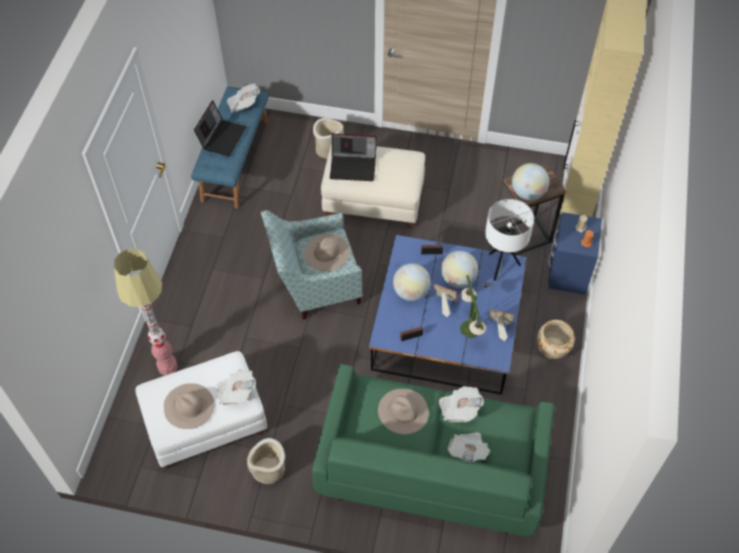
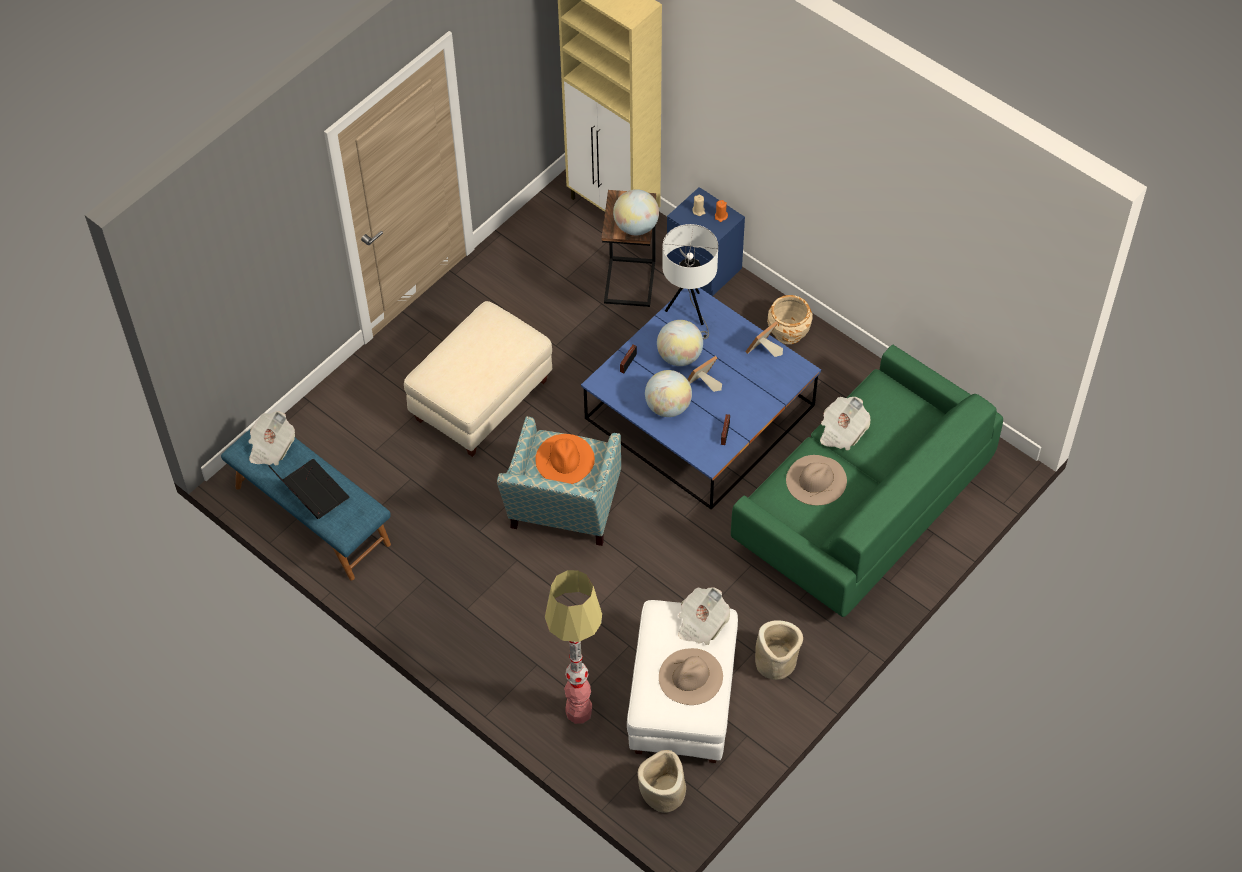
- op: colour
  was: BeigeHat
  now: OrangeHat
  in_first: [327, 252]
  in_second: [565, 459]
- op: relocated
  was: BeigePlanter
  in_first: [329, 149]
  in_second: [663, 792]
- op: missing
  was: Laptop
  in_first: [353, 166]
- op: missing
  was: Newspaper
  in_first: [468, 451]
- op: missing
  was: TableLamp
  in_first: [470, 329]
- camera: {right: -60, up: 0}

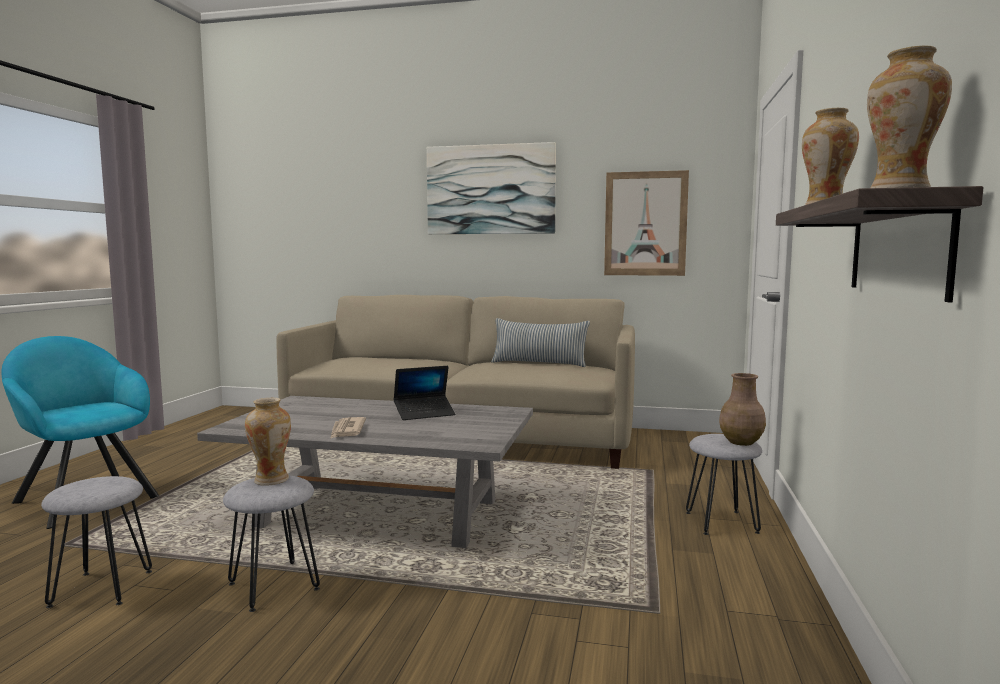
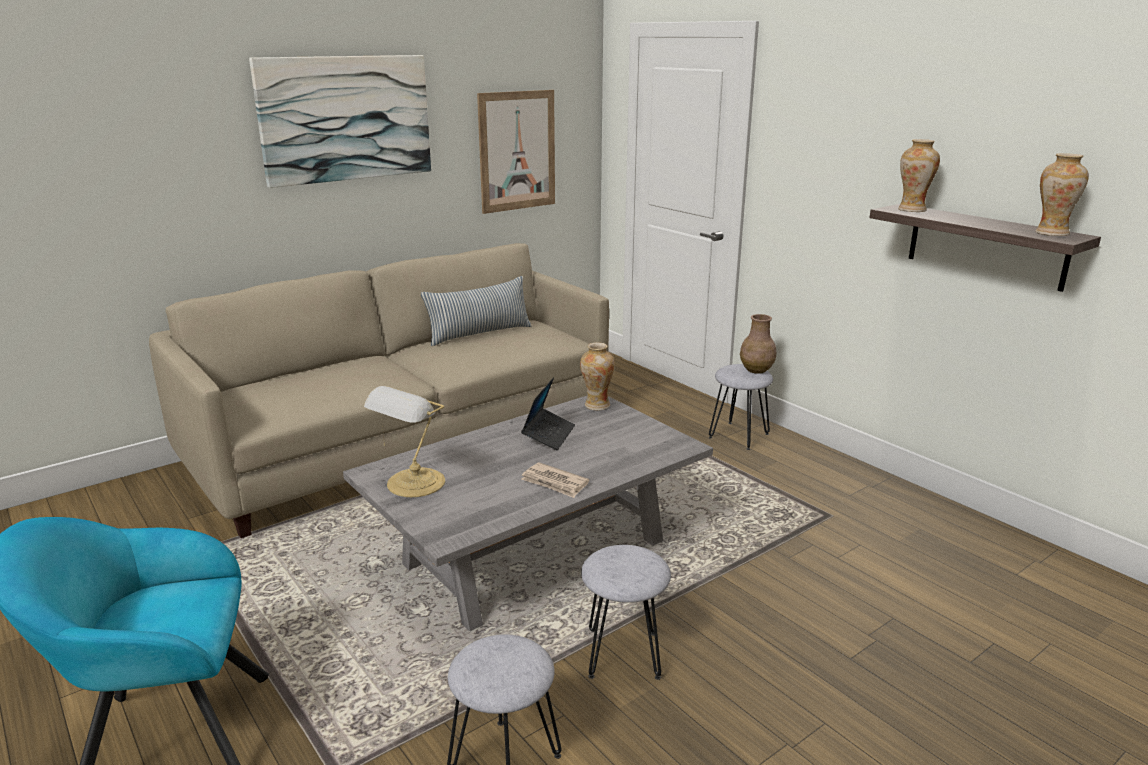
- op: relocated
  was: Vase
  in_first: [271, 480]
  in_second: [597, 405]
- op: appeared
  now: TableLamp
  in_second: [414, 484]
- camera: {right: -50, up: 15}

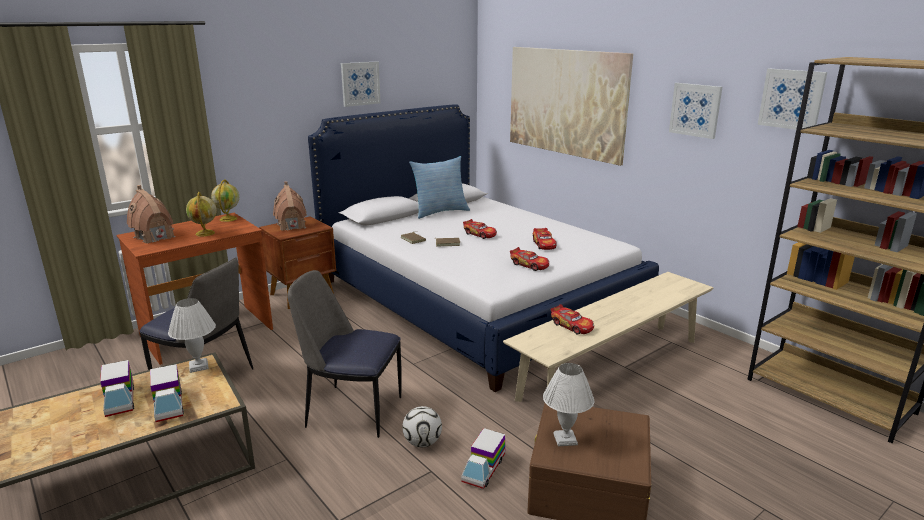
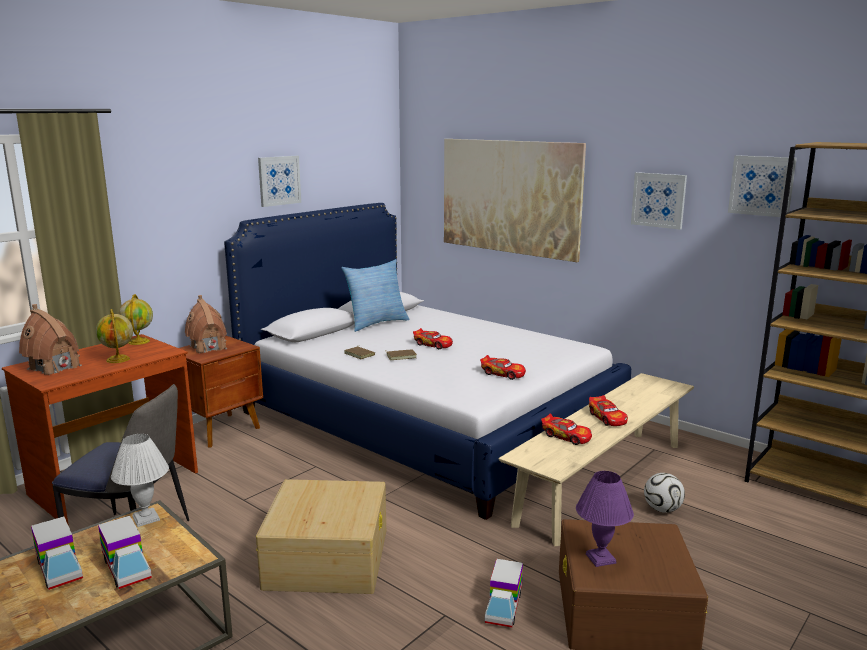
- op: exchanged
  was: Chair
  now: BeigeStorageBox
  in_first: [351, 411]
  in_second: [327, 557]
- op: relocated
  was: Football
  in_first: [422, 443]
  in_second: [662, 509]
- op: relocated
  was: ToyCar
  in_first: [544, 244]
  in_second: [607, 418]
- op: colour
  was: WhiteTableLamp
  now: PurpleTableLamp
  in_first: [566, 439]
  in_second: [601, 558]
- camera: {right: -10, up: -5}

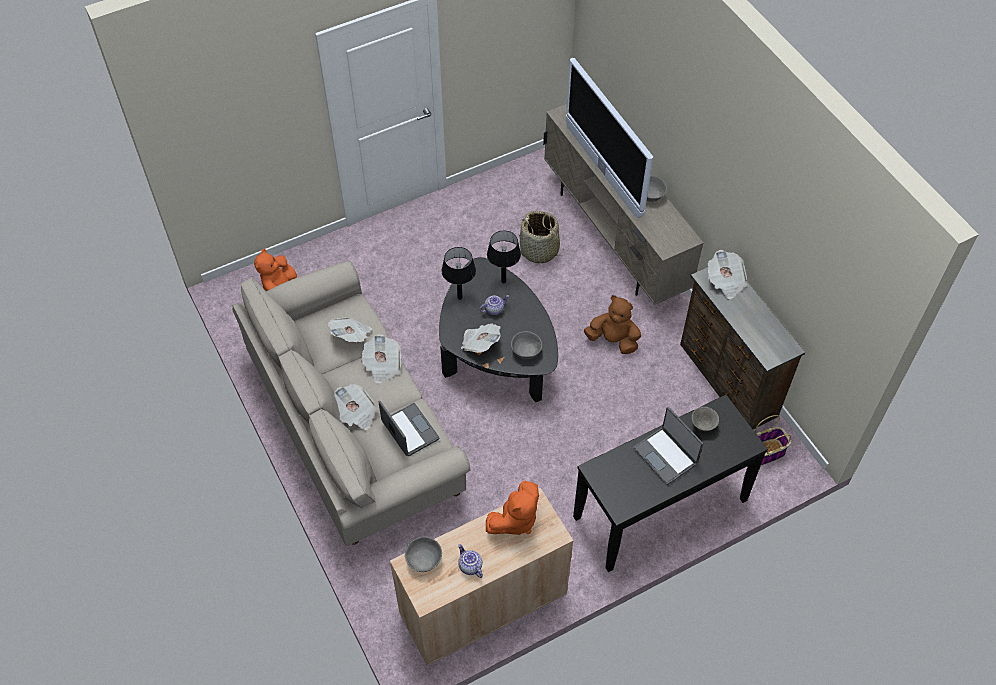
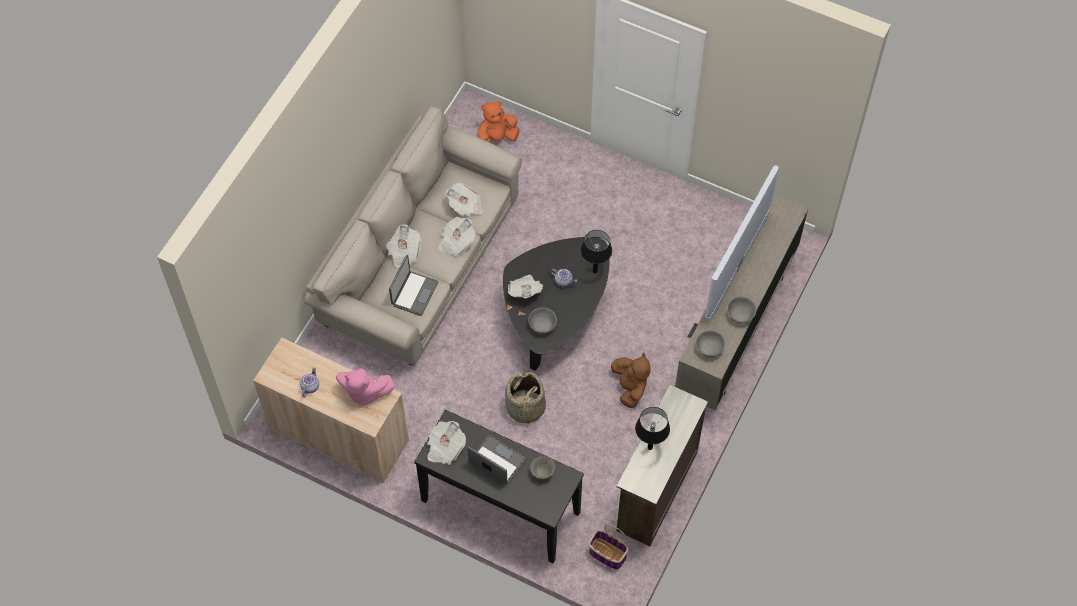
- op: relocated
  was: GreyBowl
  in_first: [424, 560]
  in_second: [709, 348]
- op: relocated
  was: BlackTableLamp
  in_first: [459, 298]
  in_second: [649, 447]
- op: colour
  was: OrangePlushToy
  now: PinkPlushToy
  in_first: [515, 520]
  in_second: [364, 392]
- op: relocated
  was: Basket
  in_first: [539, 250]
  in_second: [525, 408]
- op: spun
  was: Laptop
  in_first: [666, 455]
  in_second: [496, 461]
  clockwise: 105
- op: relocated
  was: Newspaper
  in_first: [725, 281]
  in_second: [445, 448]
- camera: {right: 55, up: 5}

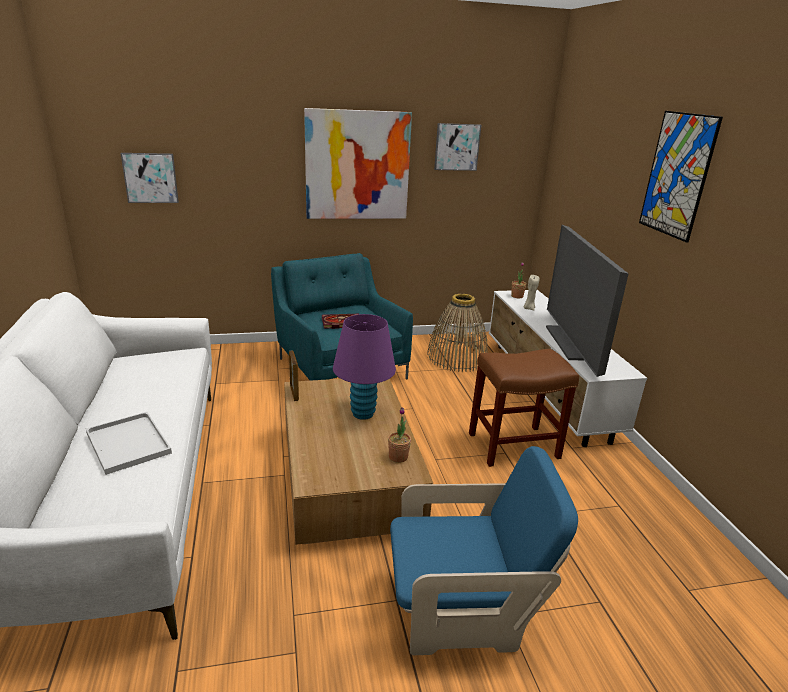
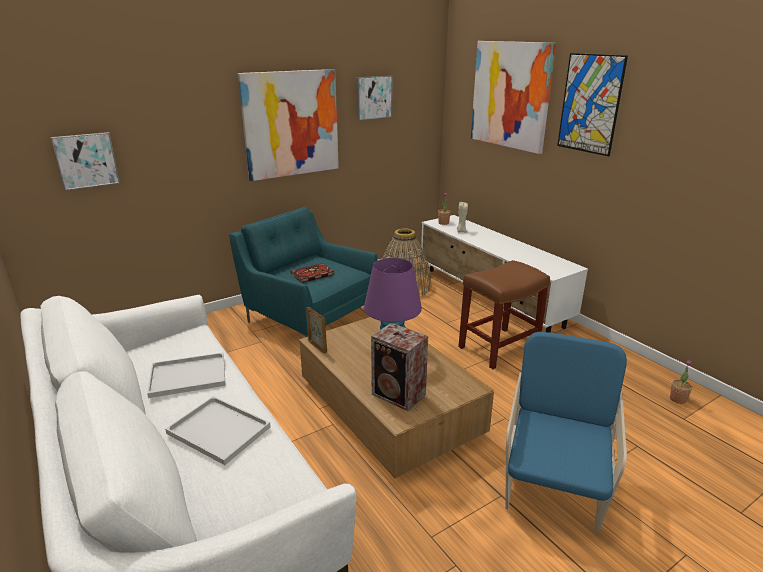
- op: relocated
  was: PottedPlant
  in_first: [398, 457]
  in_second: [678, 399]
- op: spun
  was: BlueArmchair
  in_first: [463, 608]
  in_second: [553, 484]
  clockwise: -45
- op: missing
  was: Television
  in_first: [575, 343]
- op: appeared
  now: WhiteTray
  in_second: [190, 375]
- op: appeared
  now: Speaker
  in_second: [399, 395]
- op: appeared
  now: Picture
  in_second: [510, 95]
- camera: {right: -20, up: 0}

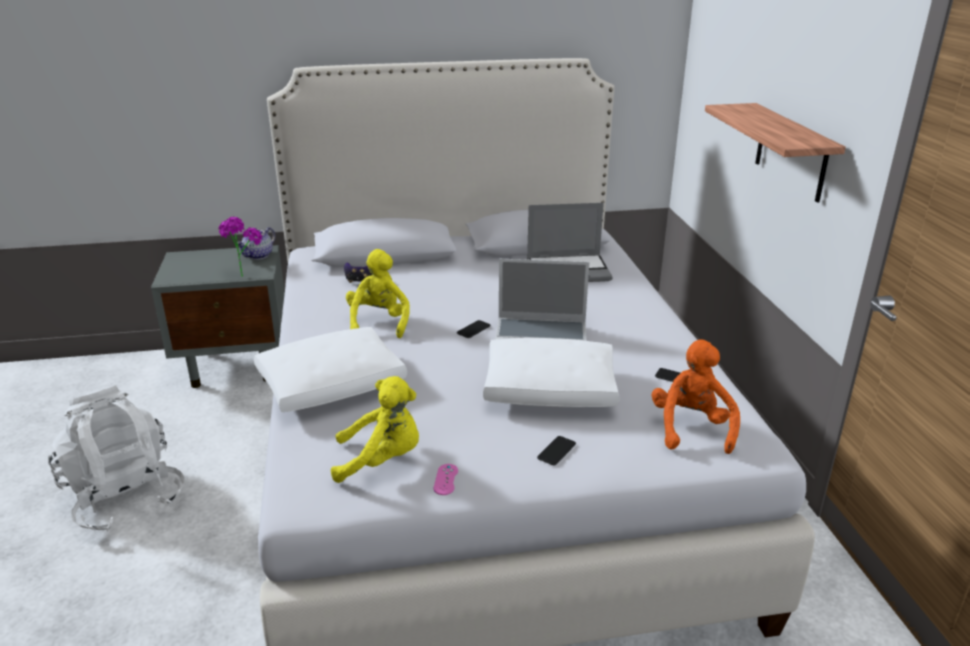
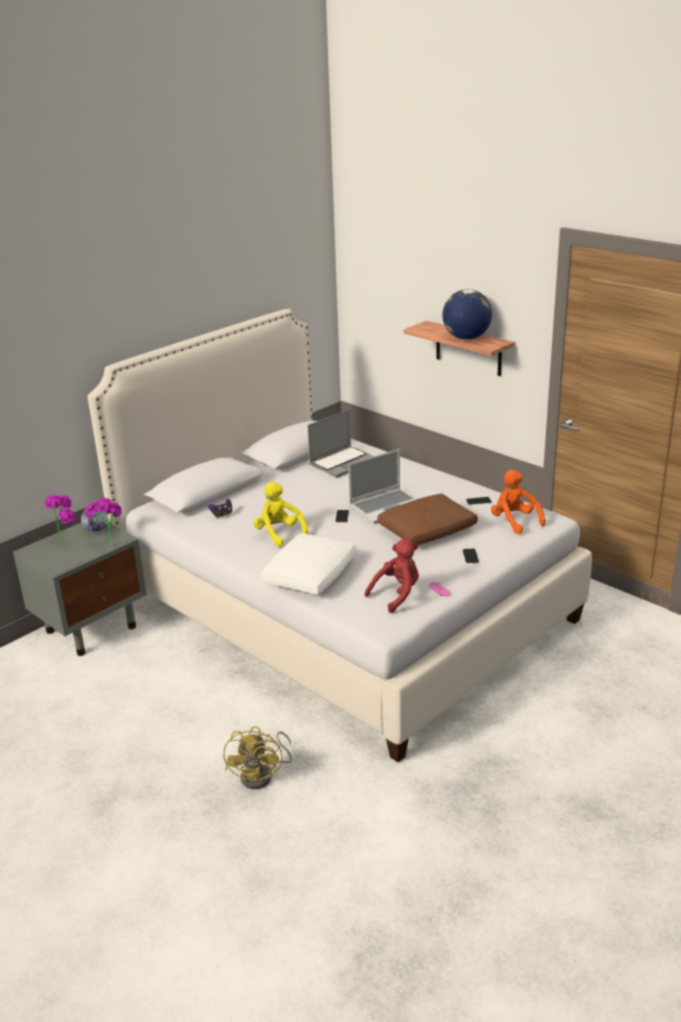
- op: missing
  was: WhiteBackpack
  in_first: [125, 497]
- op: colour
  was: YellowPlushToy
  now: RedPlushToy
  in_first: [382, 460]
  in_second: [397, 595]
- op: colour
  was: WhitePillow
  now: BrownPillow
  in_first: [551, 390]
  in_second: [427, 530]
- op: appeared
  now: PottedPlant
  in_second: [67, 540]
- op: appeared
  now: YellowFan
  in_second: [262, 775]
- op: appeared
  now: Globe
  in_second: [466, 338]
- camera: {right: -35, up: 0}

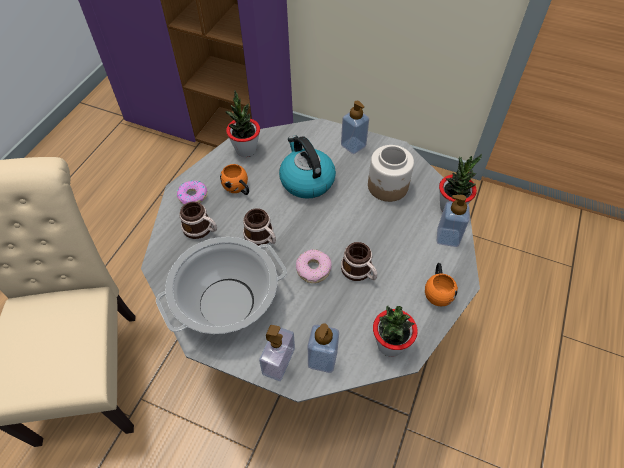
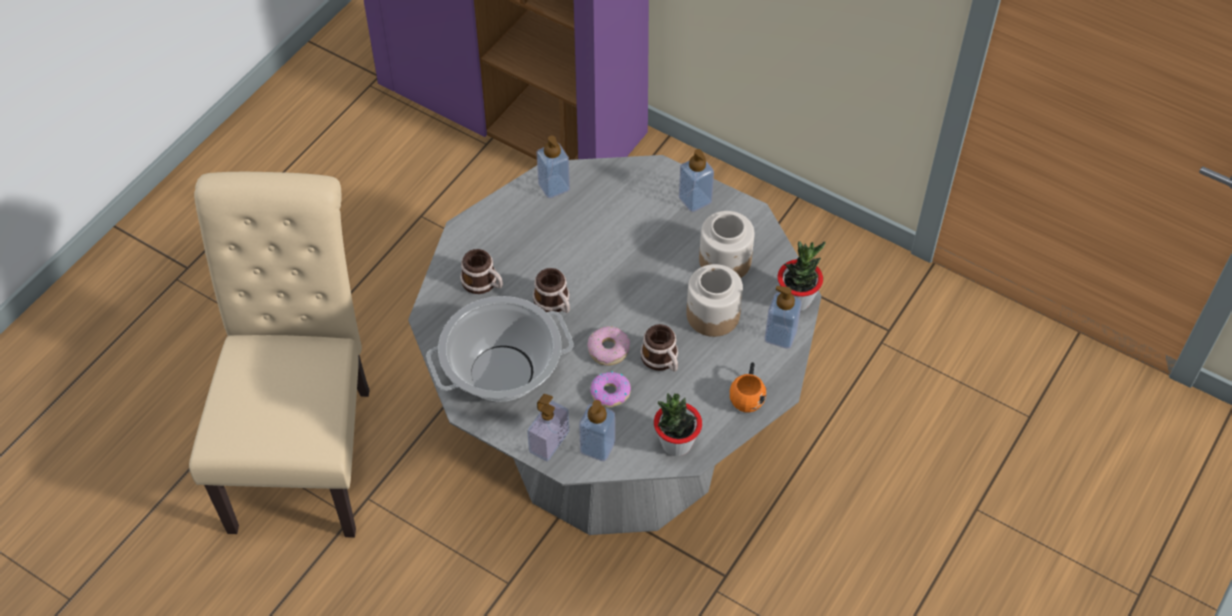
- op: relocated
  was: Donut
  in_first: [193, 196]
  in_second: [610, 393]
- op: missing
  was: OrangeMug
  in_first: [238, 189]
- op: exchanged
  was: PottedPlant
  now: SoapDispenser
  in_first: [246, 149]
  in_second: [554, 186]
- op: missing
  was: Kettle
  in_first: [306, 180]
- op: appeared
  now: Jar
  in_second: [712, 314]
- camera: {right: 10, up: 0}

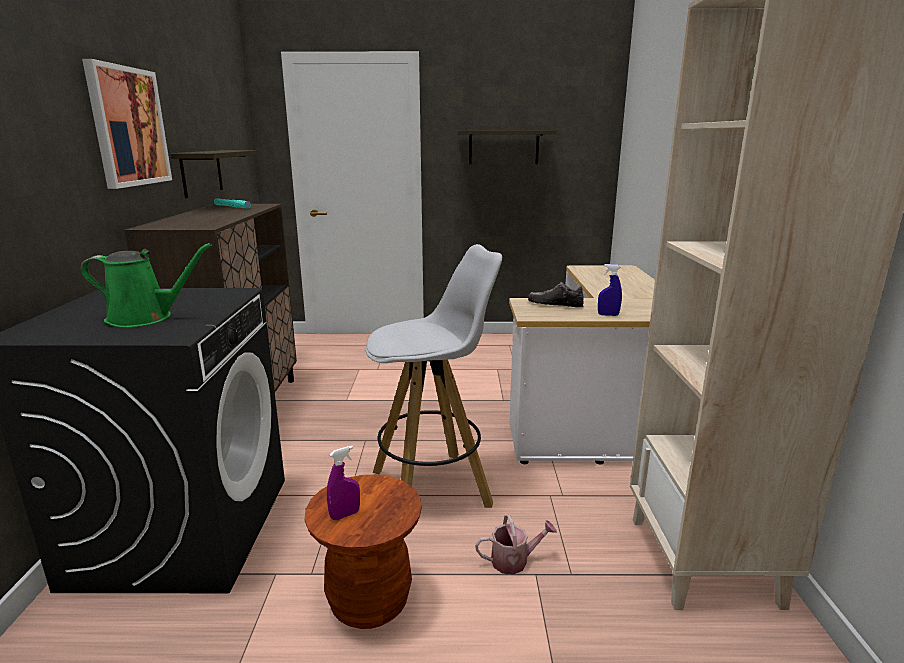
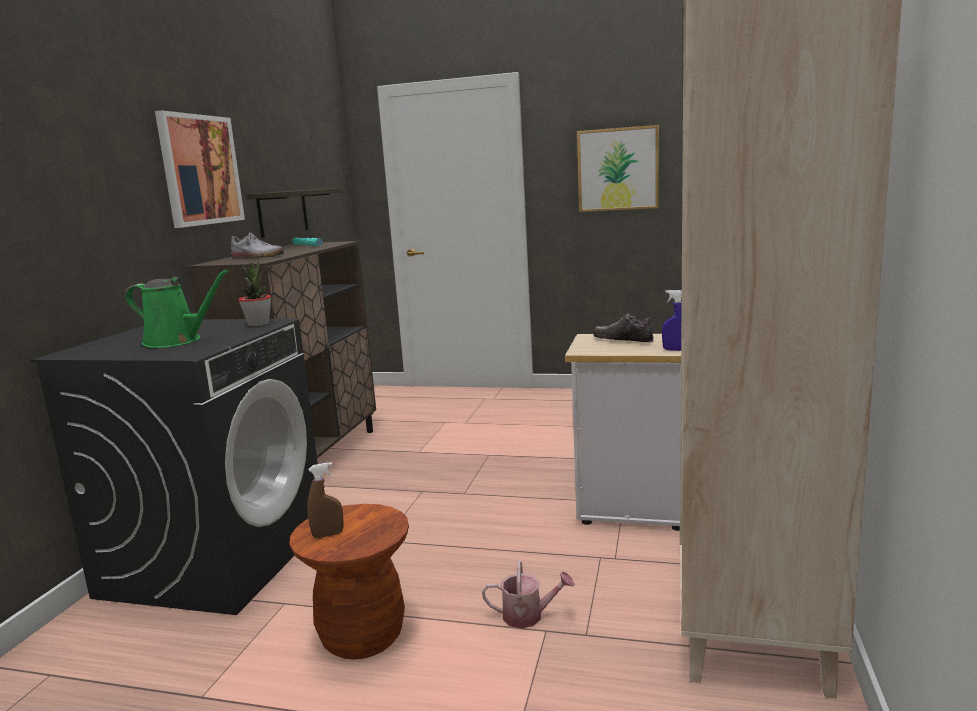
- op: colour
  was: PurpleSprayBottle
  now: BrownSprayBottle
  in_first: [345, 515]
  in_second: [328, 535]
- op: missing
  was: WhiteStool
  in_first: [433, 487]
- op: exchanged
  was: Shelf
  now: Picture
  in_first: [503, 147]
  in_second: [618, 169]
- op: appeared
  now: Shoe
  in_second: [257, 257]
- op: appeared
  now: PottedPlant
  in_second: [258, 324]
- camera: {right: 15, up: -5}

